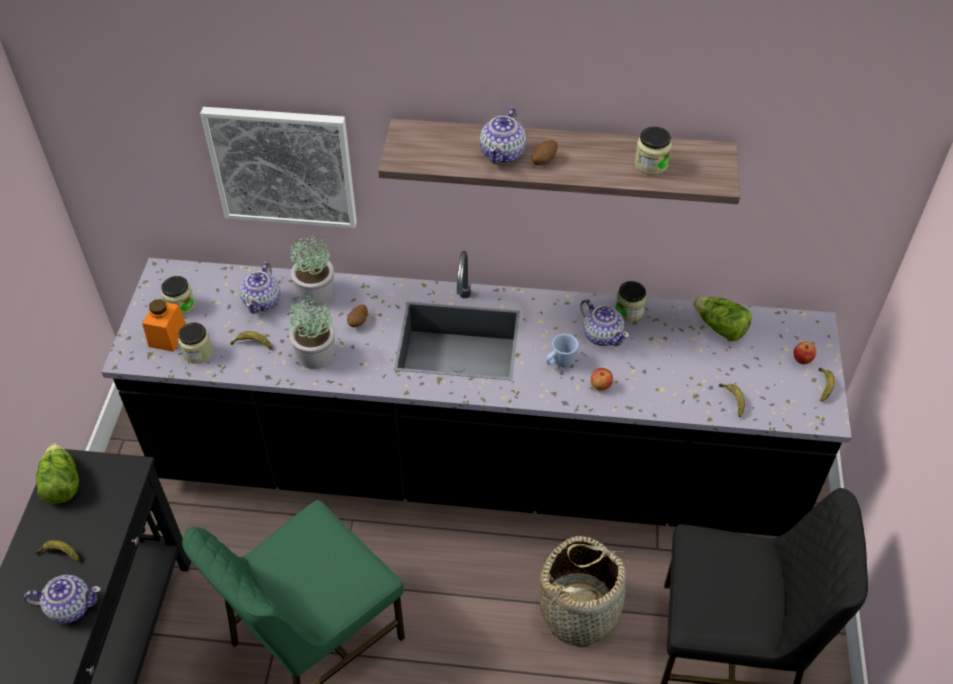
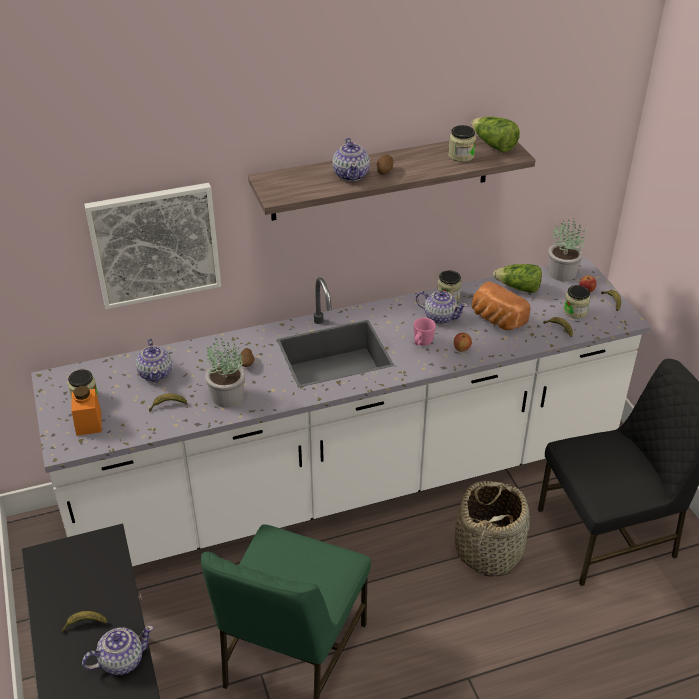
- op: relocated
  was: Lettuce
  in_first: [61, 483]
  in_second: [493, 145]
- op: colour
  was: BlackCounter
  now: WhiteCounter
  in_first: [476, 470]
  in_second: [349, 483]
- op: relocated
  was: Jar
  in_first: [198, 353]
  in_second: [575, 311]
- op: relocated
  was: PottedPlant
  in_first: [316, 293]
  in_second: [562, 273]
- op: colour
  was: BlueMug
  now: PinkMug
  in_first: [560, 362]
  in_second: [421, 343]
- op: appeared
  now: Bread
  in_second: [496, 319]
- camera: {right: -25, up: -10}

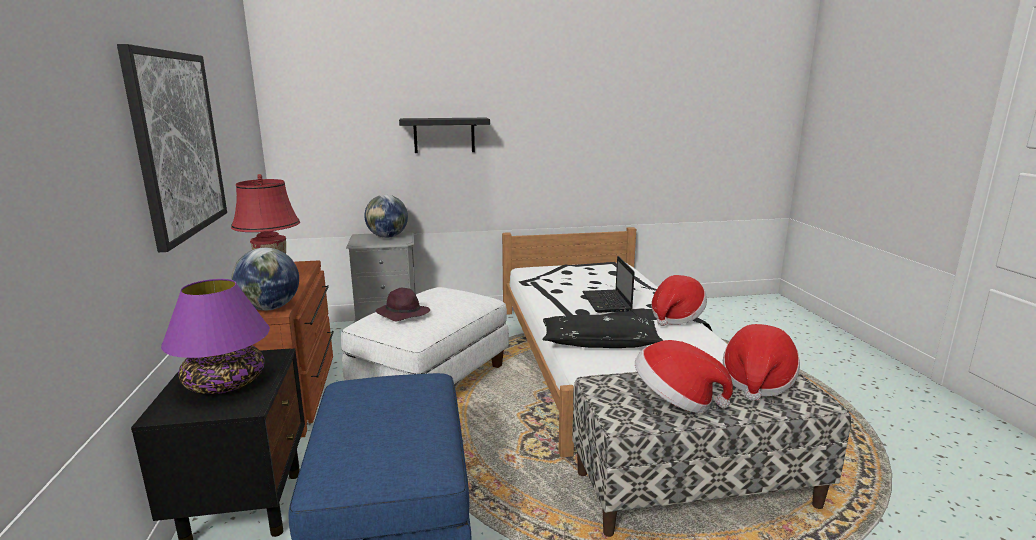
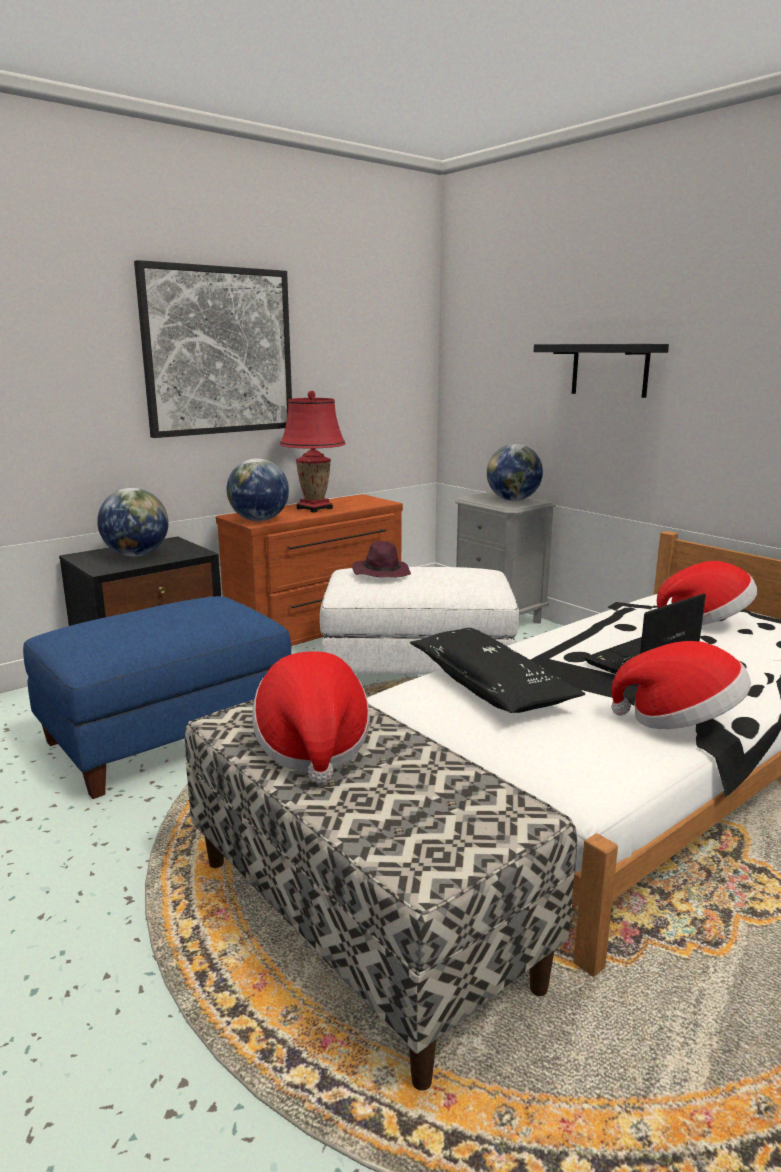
- op: exchanged
  was: PurpleTableLamp
  now: Globe
  in_first: [225, 383]
  in_second: [137, 555]
- op: relocated
  was: Hat
  in_first: [757, 382]
  in_second: [705, 621]
- camera: {right: 60, up: 0}

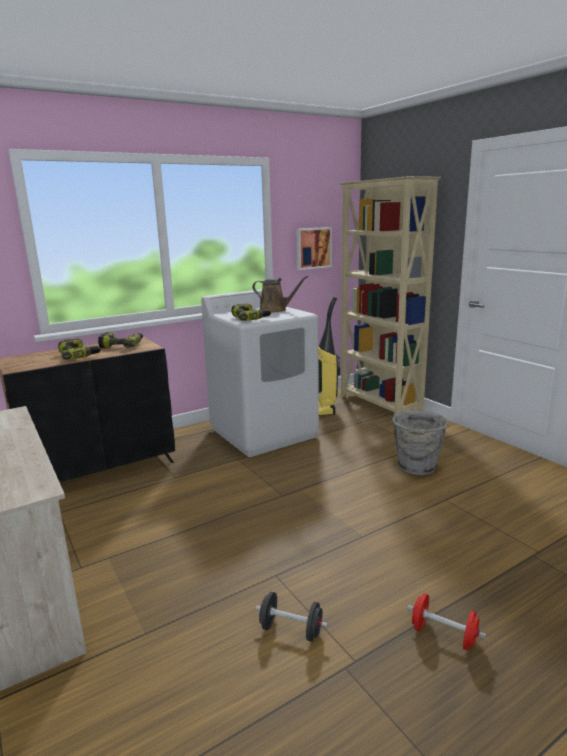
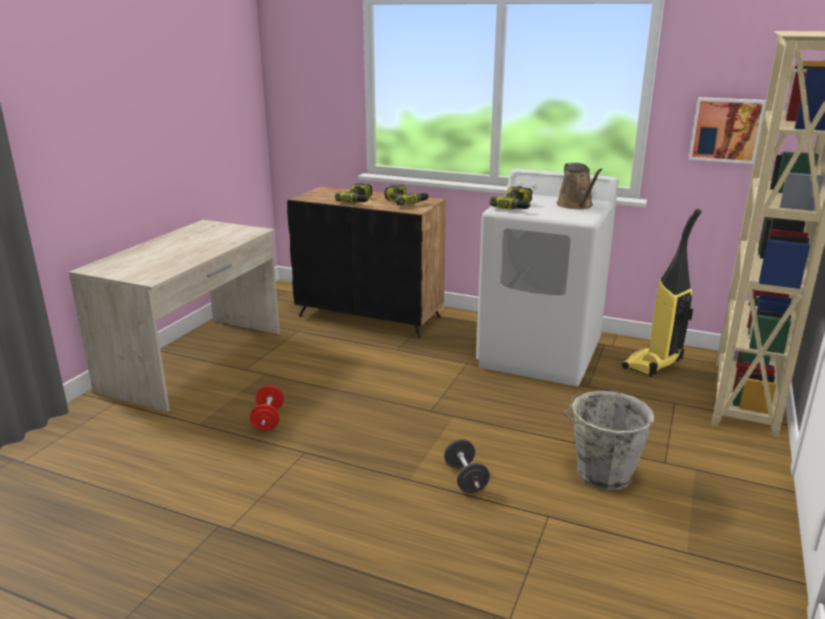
- op: relocated
  was: BlackDumbbell
  in_first: [291, 630]
  in_second: [465, 479]
- op: relocated
  was: RedDumbbell
  in_first: [444, 635]
  in_second: [268, 419]
- camera: {right: 55, up: 5}

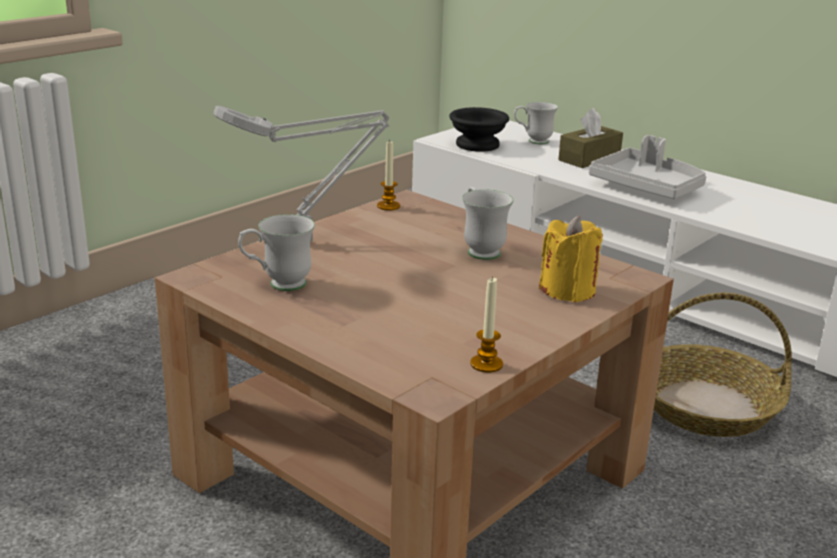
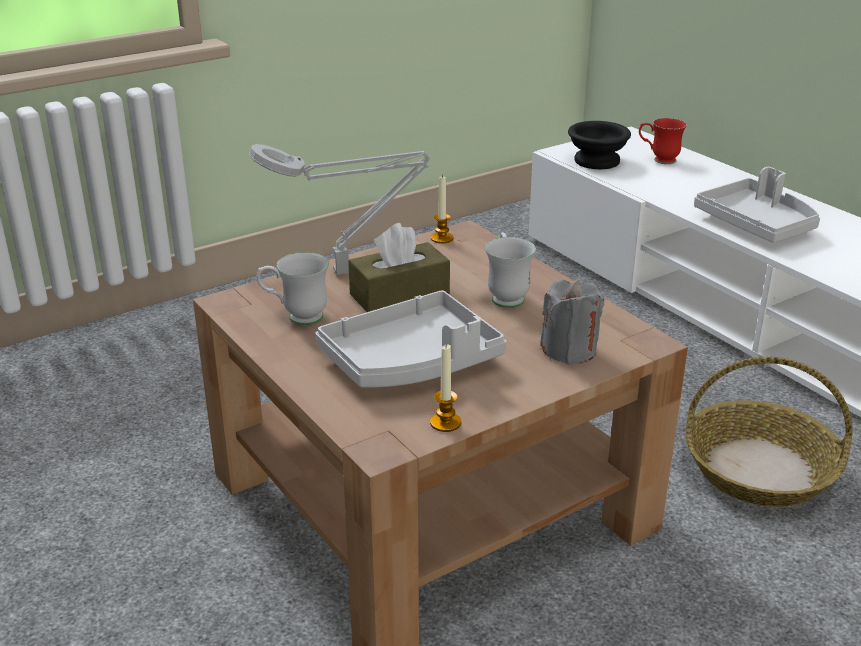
- op: colour
  was: WhiteMug
  now: RedMug
  in_first: [533, 141]
  in_second: [658, 160]
- op: colour
  was: YellowCandle
  now: GreyCandle
  in_first: [568, 290]
  in_second: [569, 350]
- op: relocated
  was: BrownTissueBox
  in_first: [589, 158]
  in_second: [399, 294]
- op: appeared
  now: GreyTray
  in_second: [412, 362]
- camera: {right: 15, up: 5}

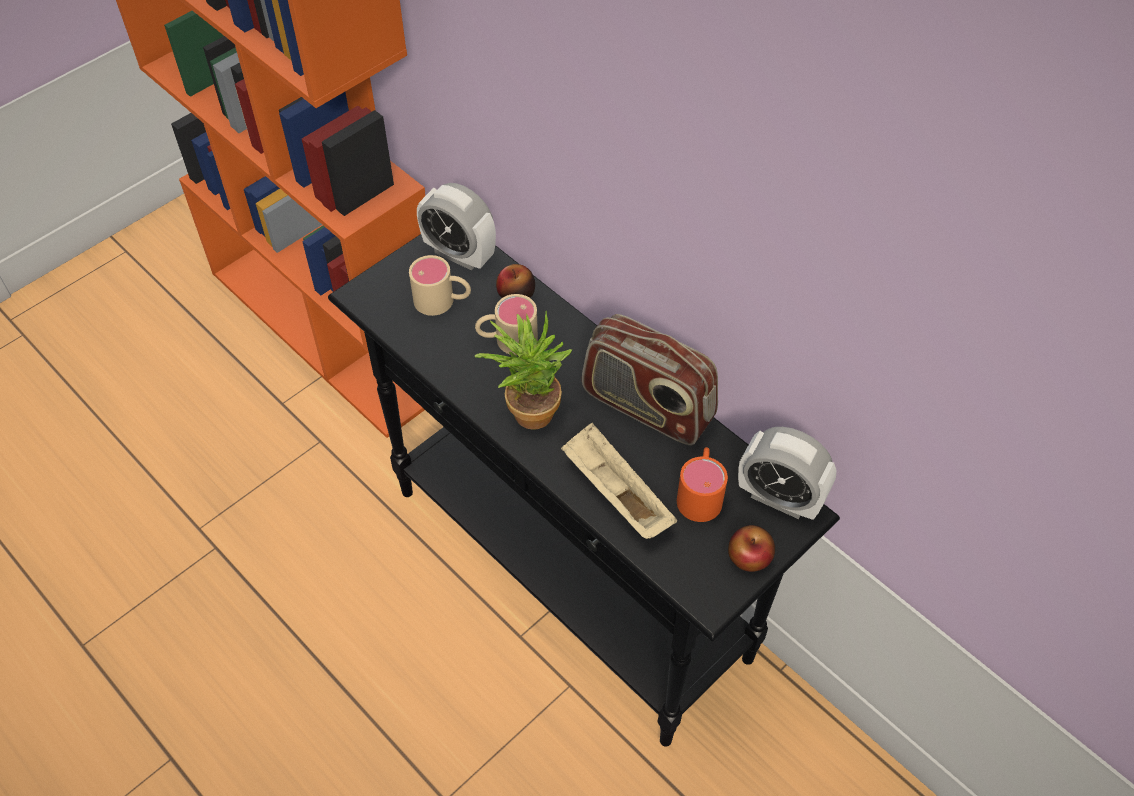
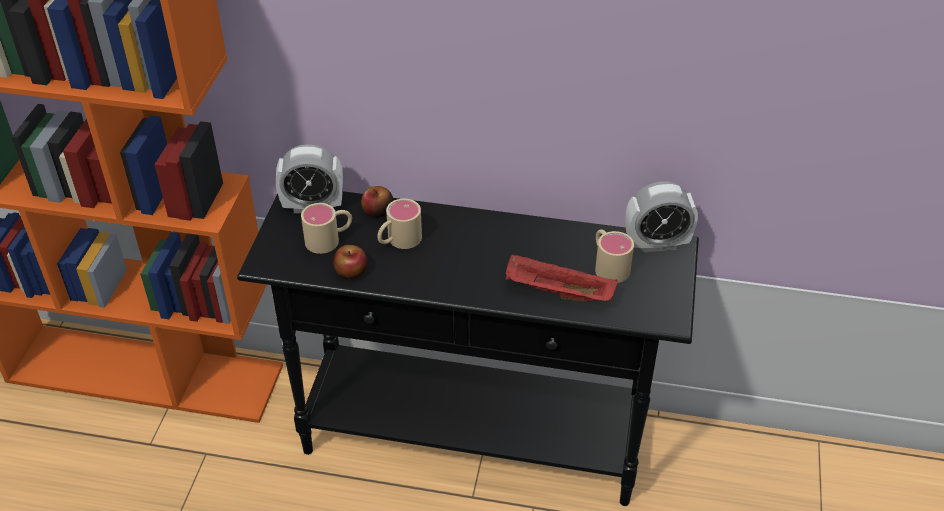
- op: missing
  was: PottedPlant
  in_first: [527, 408]
- op: colour
  was: BeigeTray
  now: RedTray
  in_first: [614, 494]
  in_second: [557, 293]
- op: missing
  was: Radio
  in_first: [647, 407]
- op: colour
  was: OrangeMug
  now: BeigeMug
  in_first: [700, 492]
  in_second: [608, 265]
- op: relocated
  was: Apple
  in_first: [749, 557]
  in_second: [351, 271]
- camera: {right: -35, up: -10}

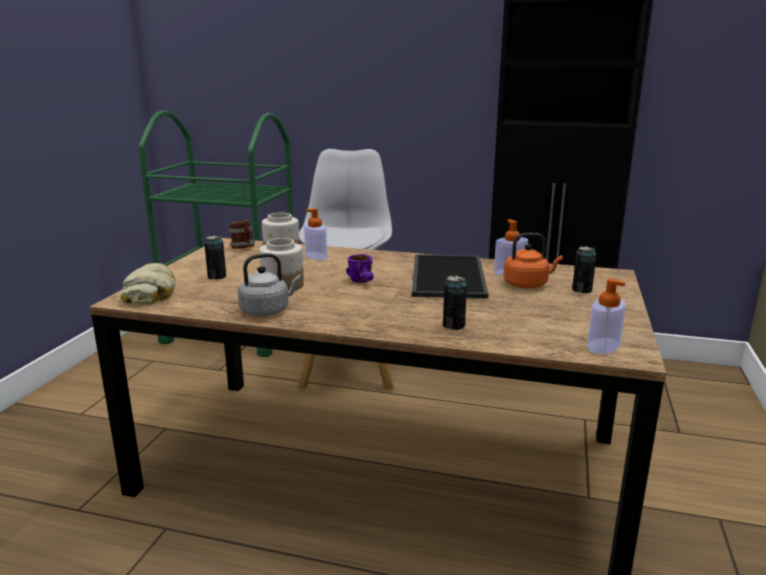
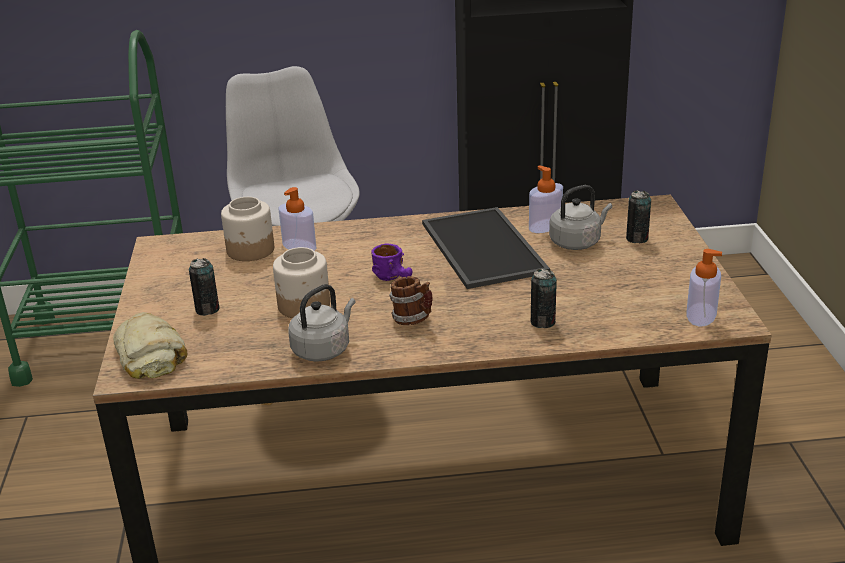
- op: relocated
  was: Mug
  in_first: [243, 248]
  in_second: [413, 319]
- op: colour
  was: OrangeKettle
  now: GreyKettle
  in_first: [528, 284]
  in_second: [577, 242]
- camera: {right: -20, up: 10}

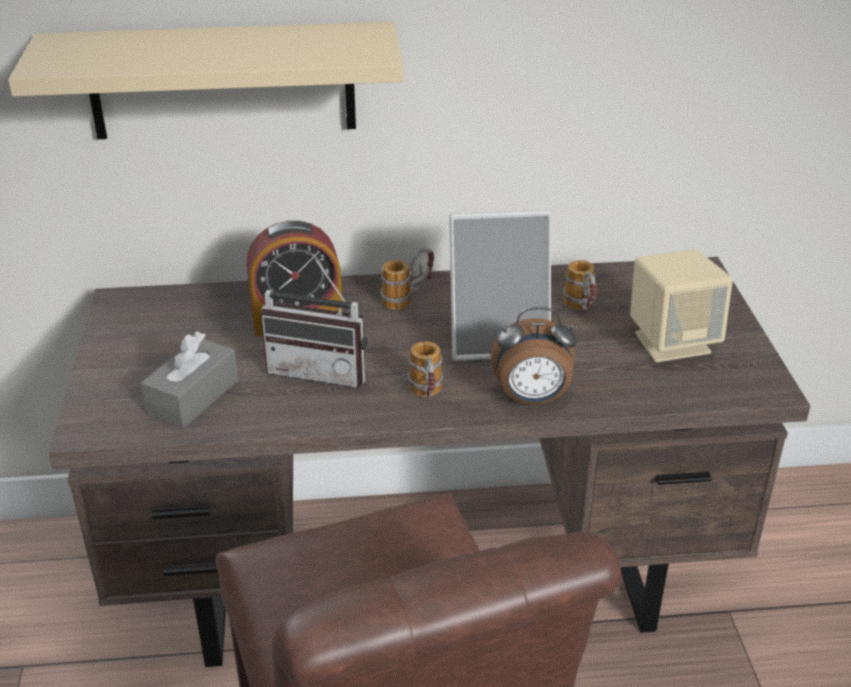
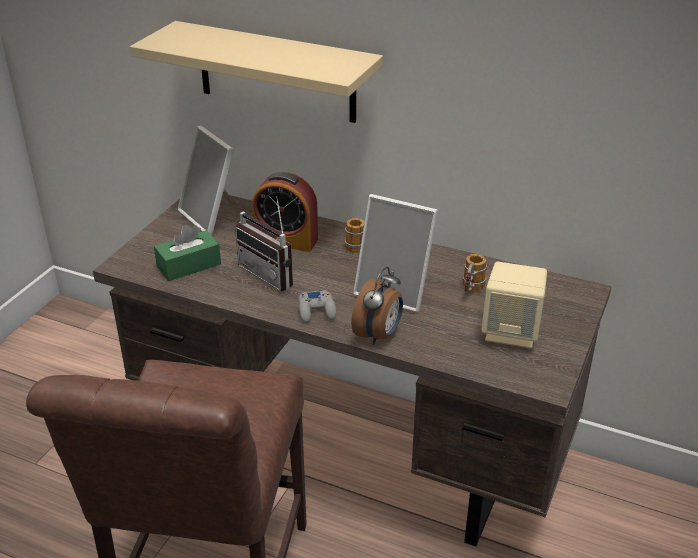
- op: colour
  was: GreyTissueBox
  now: GreenTissueBox
  in_first: [193, 397]
  in_second: [189, 265]
- op: exchanged
  was: Mug
  now: GreyGameController
  in_first: [427, 397]
  in_second: [317, 311]
- op: spun
  was: AlarmClock
  in_first: [532, 399]
  in_second: [378, 335]
  clockwise: -90
- op: appeared
  now: PictureFrame
  in_second: [213, 217]
- camera: {right: 30, up: 0}

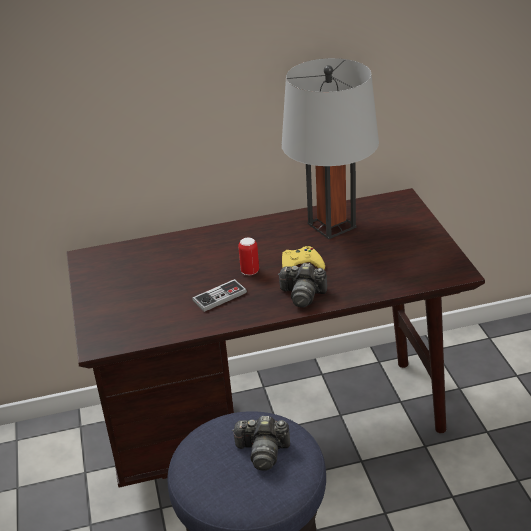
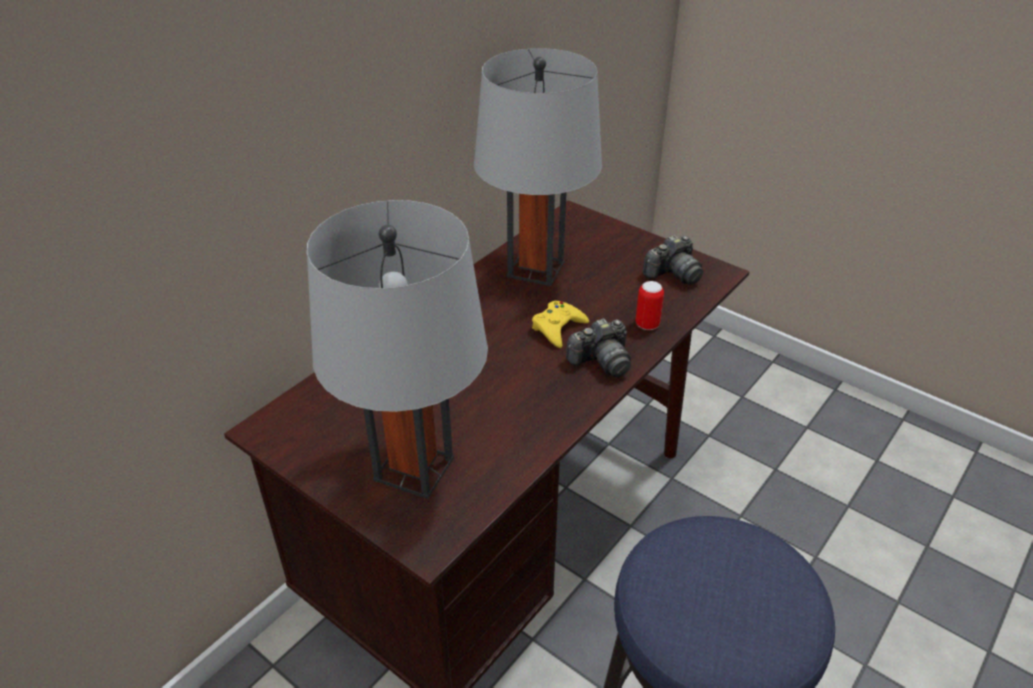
- op: missing
  was: GameController
  in_first: [220, 297]
- op: relocated
  was: PhotoCamera
  in_first: [263, 452]
  in_second: [673, 274]
- op: relocated
  was: Can
  in_first: [250, 271]
  in_second: [647, 324]
- op: appeared
  now: GreyTableLamp
  in_second: [413, 469]
- camera: {right: -40, up: 5}

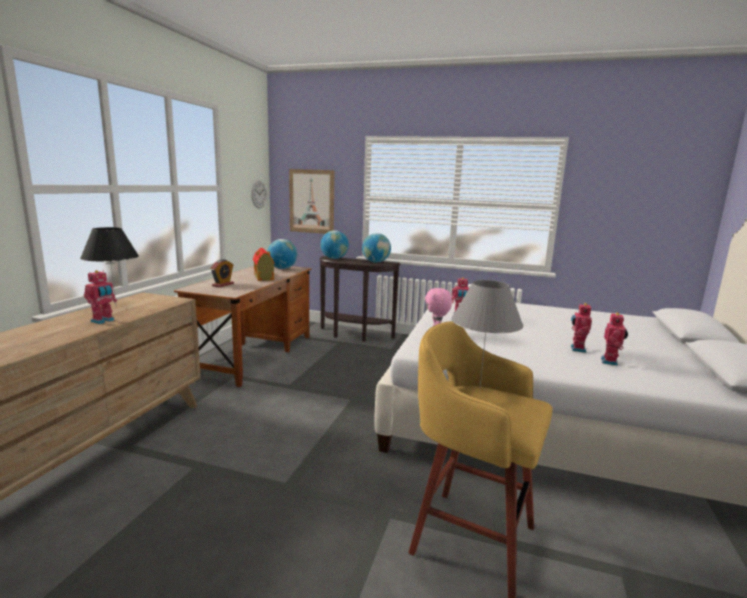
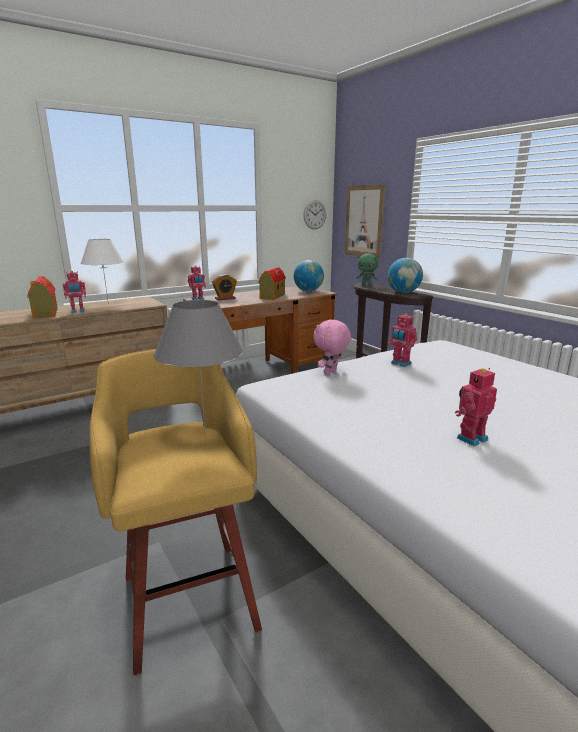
- op: colour
  was: BlackTableLamp
  now: WhiteTableLamp
  in_first: [116, 307]
  in_second: [108, 303]
- op: exchanged
  was: Globe
  now: GreenPlushToy
  in_first: [334, 258]
  in_second: [366, 285]
- op: relocated
  was: ToyRobot
  in_first: [610, 362]
  in_second: [198, 299]
- op: appeared
  now: ToyHouse
  in_second: [45, 313]
- camera: {right: 40, up: 5}

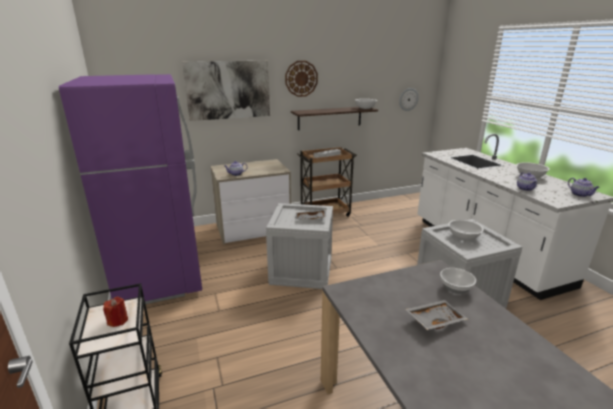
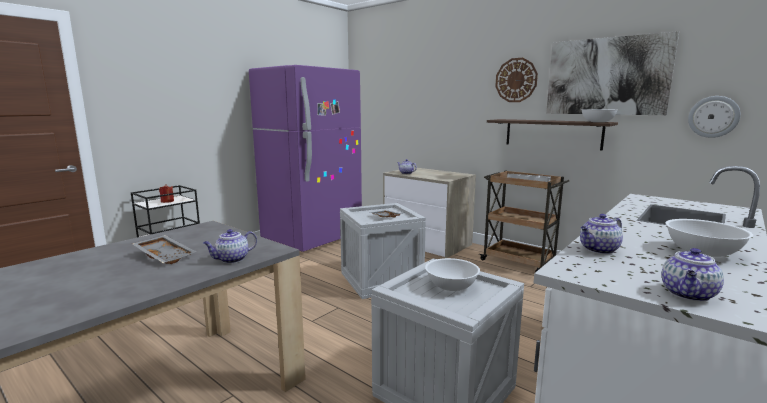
- op: relocated
  was: Picture
  in_first: [228, 90]
  in_second: [606, 76]
- op: exchanged
  was: Bowl
  now: Teapot
  in_first: [456, 289]
  in_second: [231, 259]
- camera: {right: 60, up: -10}

